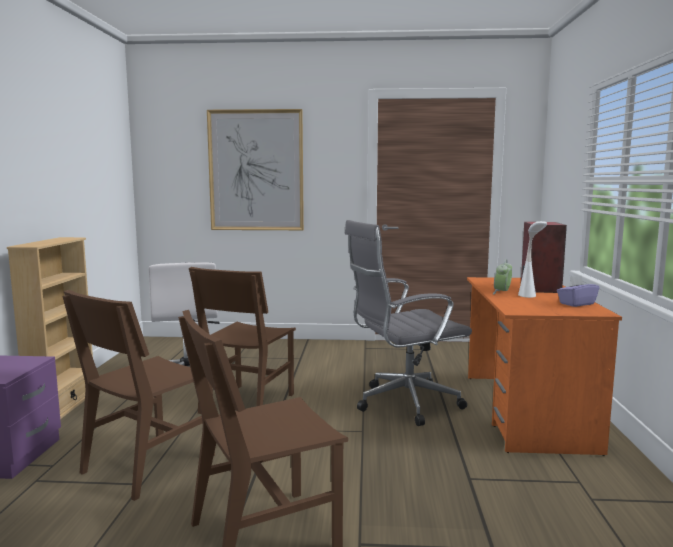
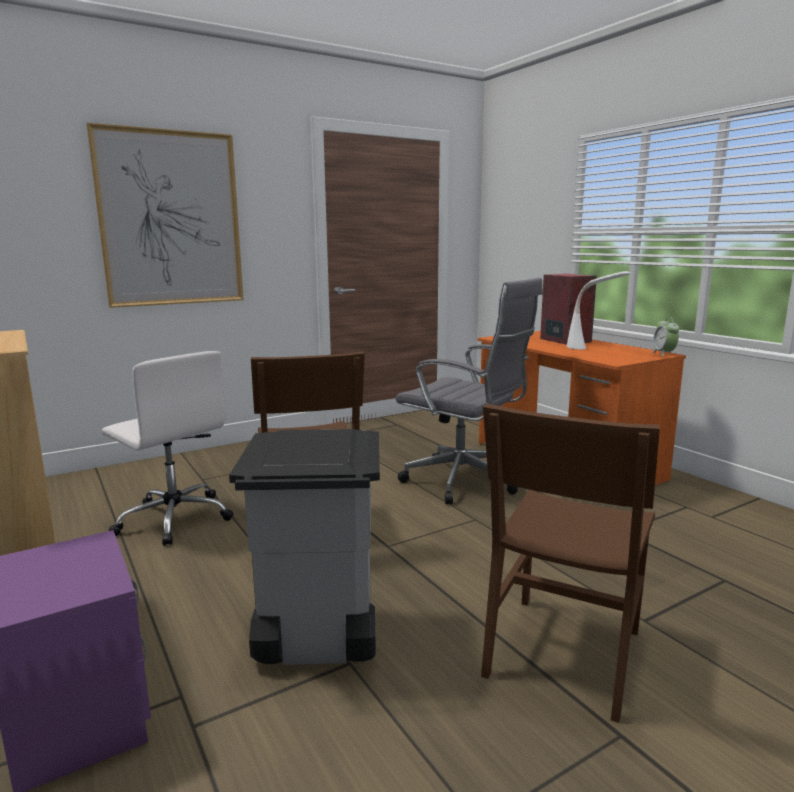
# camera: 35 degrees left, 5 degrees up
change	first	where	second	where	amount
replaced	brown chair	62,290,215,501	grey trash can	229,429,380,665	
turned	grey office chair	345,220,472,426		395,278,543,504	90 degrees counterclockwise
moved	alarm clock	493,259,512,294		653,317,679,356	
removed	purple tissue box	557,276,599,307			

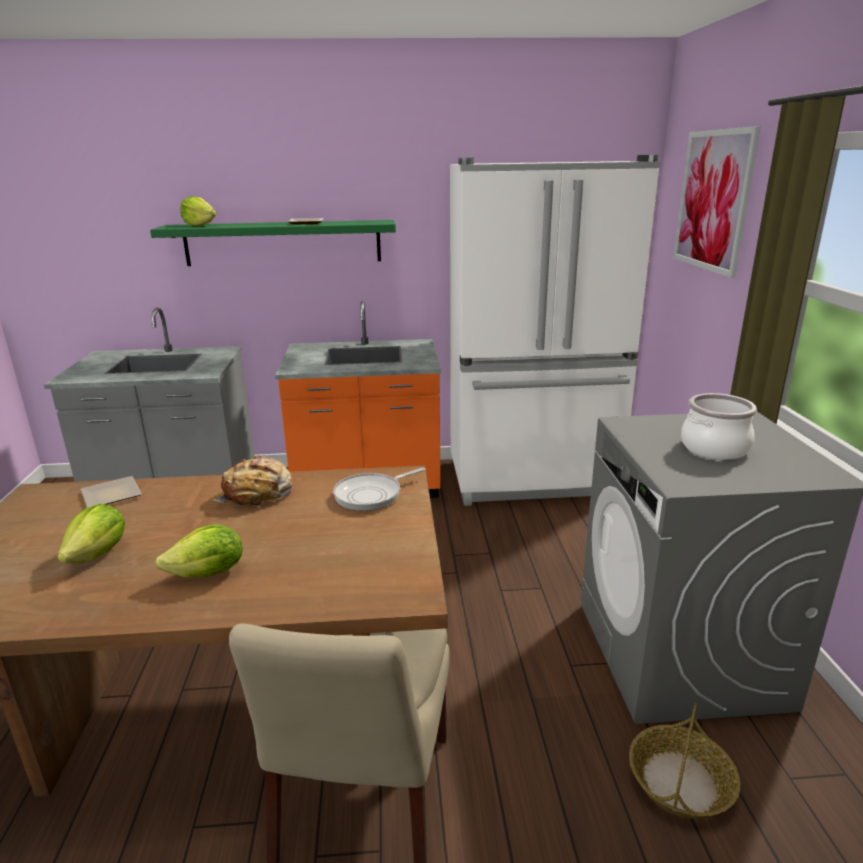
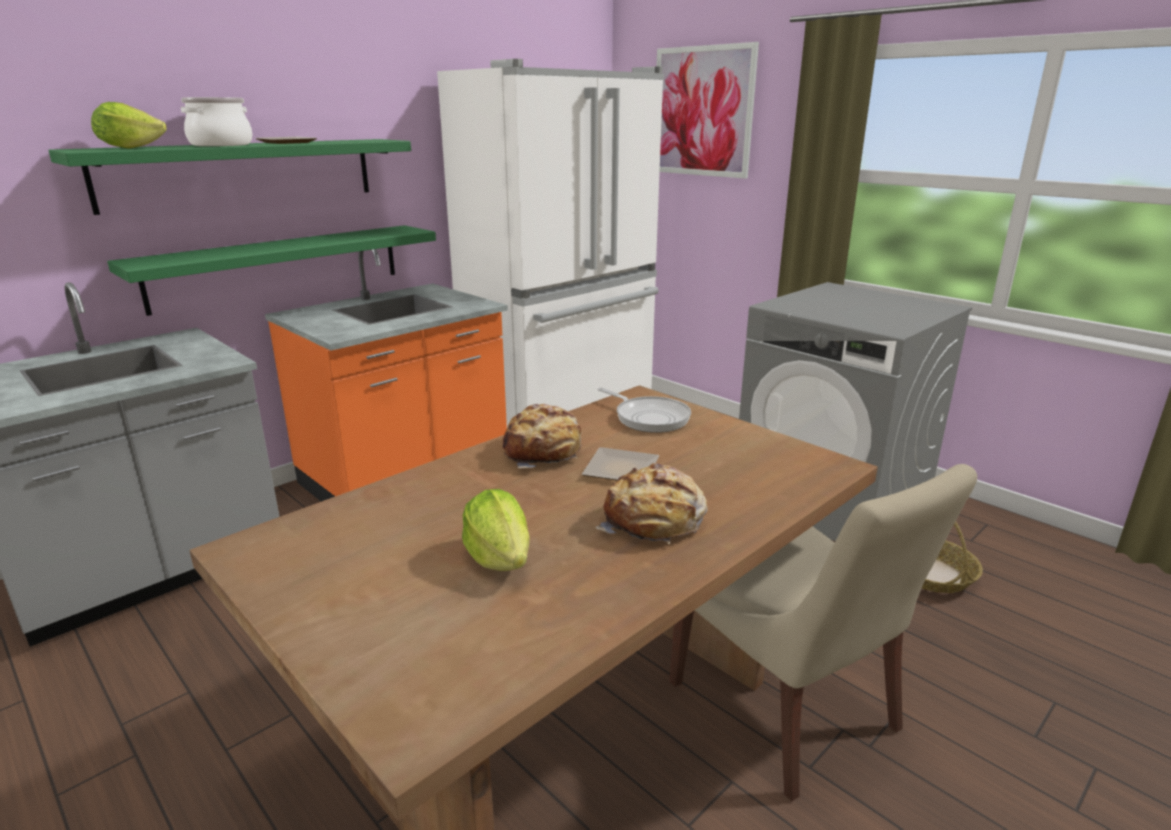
# camera: 40 degrees left, 0 degrees up
change	first	where	second	where	amount
moved	plate	81,476,142,508		582,447,659,481	
replaced	lettuce	155,524,242,577	bread	595,463,707,544	
turned	frying pan	333,467,426,511		598,388,691,433	60 degrees counterclockwise
moved	cooking pot	681,393,757,460		181,97,252,146	
added			green shelf	107,225,436,316	

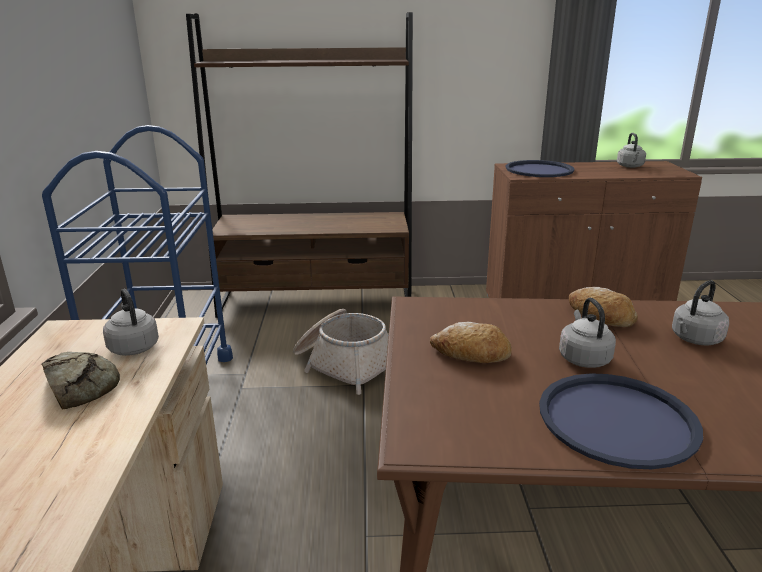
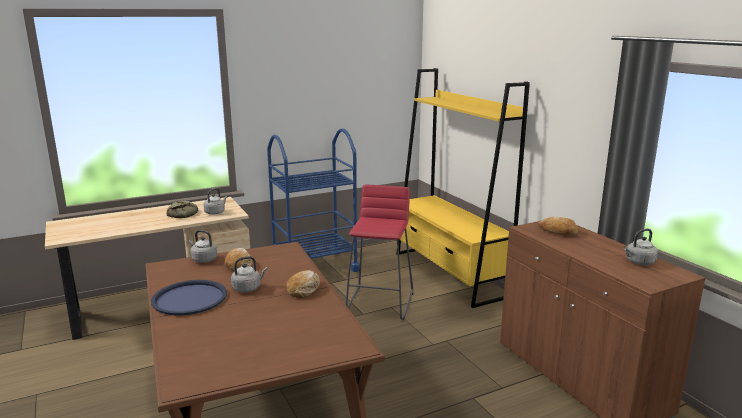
# camera: 65 degrees right, 5 degrees down
change	first	where	second	where	amount
recoloured	brown bookcase	186,12,413,318	yellow bookcase	396,68,530,308	
replaced	basket	293,309,389,395	red stool	346,185,413,320	
replaced	blue tray	505,160,575,177	bread	538,216,579,235	
moved	grey kettle	672,280,729,345		189,230,217,263	

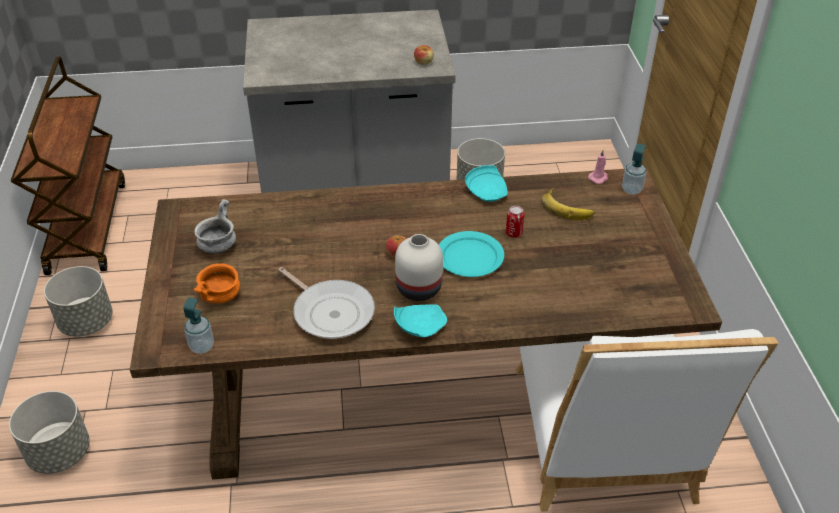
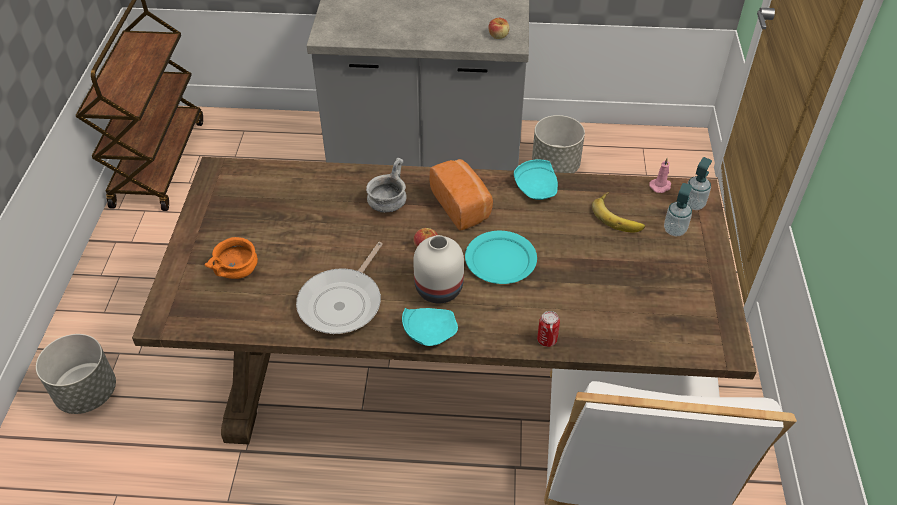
# camera: 10 degrees right, 5 degrees up
change	first	where	second	where	amount
removed	grey planter	44,266,113,337			
moved	soap dispenser	183,297,214,354		664,183,692,236	
moved	grey bowl	194,199,236,254		366,158,407,213	
turned	frying pan	278,267,375,339		296,242,383,334	60 degrees clockwise
moved	can	506,205,525,238		537,311,560,347	
added			bread	429,159,493,231	

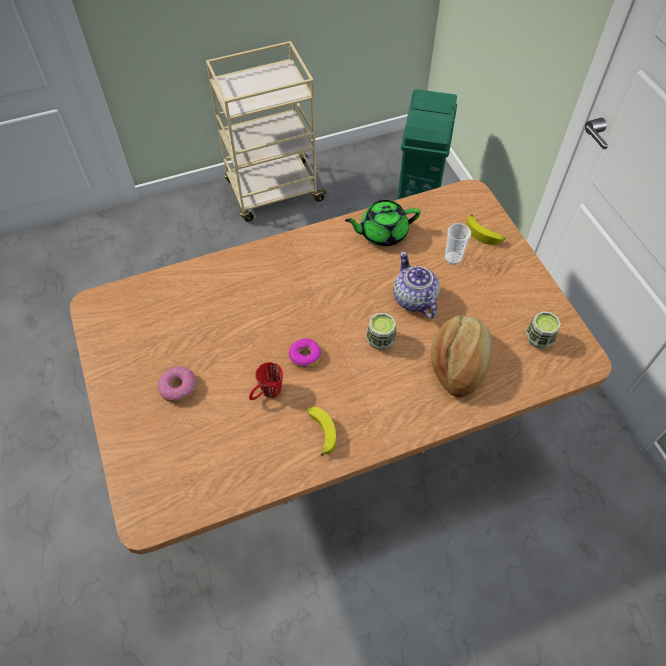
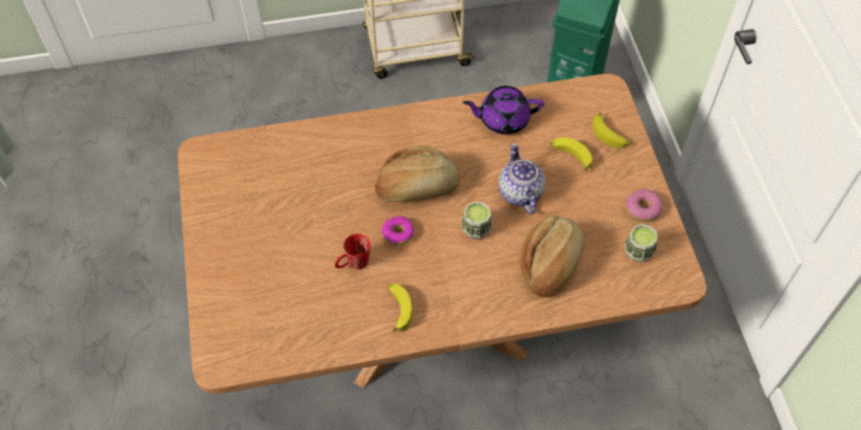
# camera: 10 degrees right, 0 degrees up
change	first	where	second	where	amount
moved	donut	158,366,196,402		626,189,663,222	
recoloured	green teapot	345,200,420,246	purple teapot	463,86,544,134	
replaced	cup	445,223,471,265	banana	550,137,592,171	
added			bread	375,146,460,202	

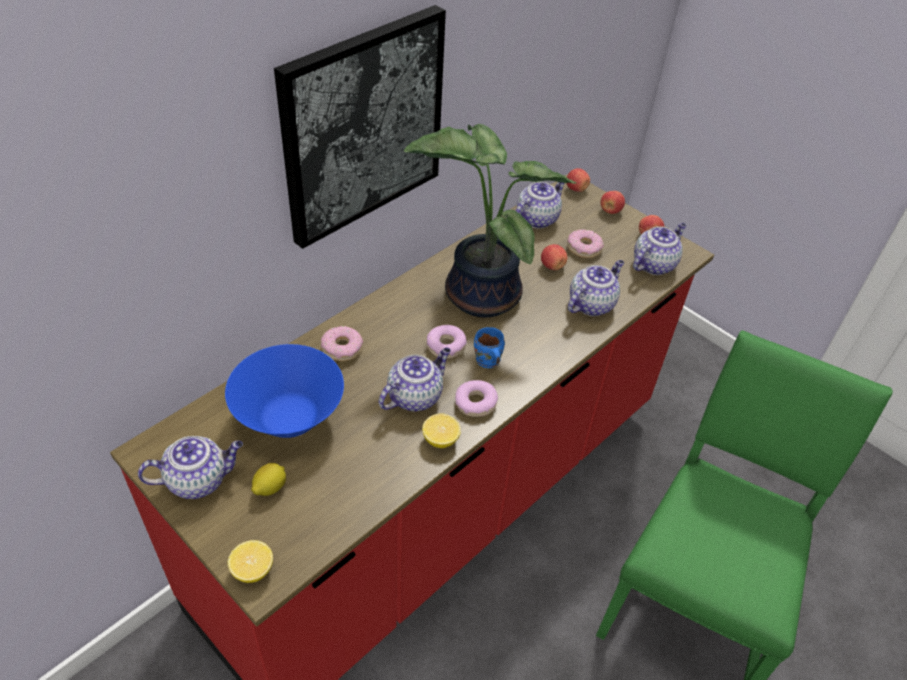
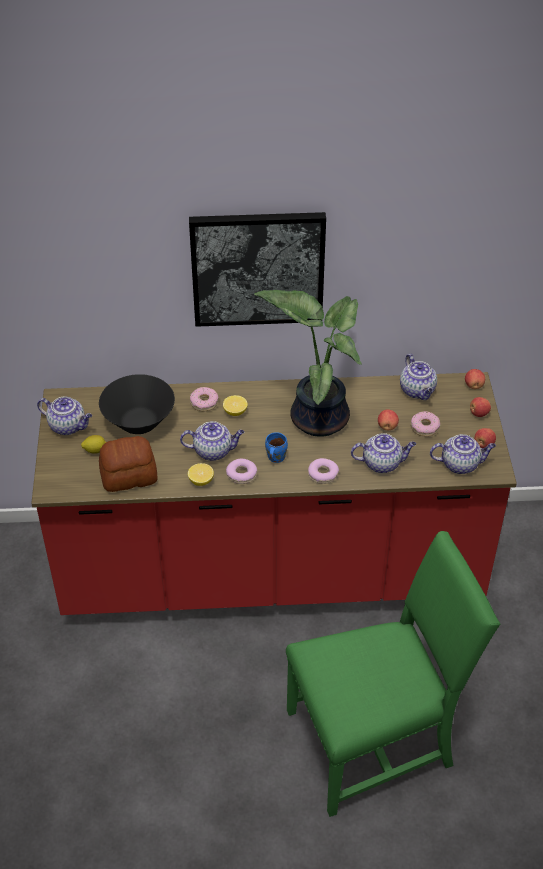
# camera: 45 degrees right, 0 degrees up
change	first	where	second	where	amount
recoloured	blue bowl	225,344,344,438	black bowl	99,374,175,434	
moved	lemon	228,540,273,583		223,395,248,416	
moved	donut	427,325,467,359		308,458,339,484	
turned	teapot	516,182,565,229		400,354,437,400	75 degrees clockwise
added			bread	99,436,158,492	

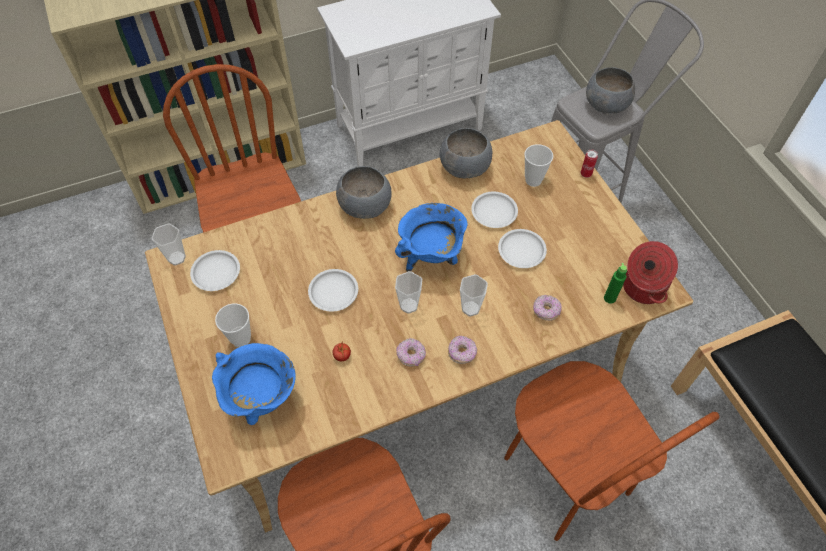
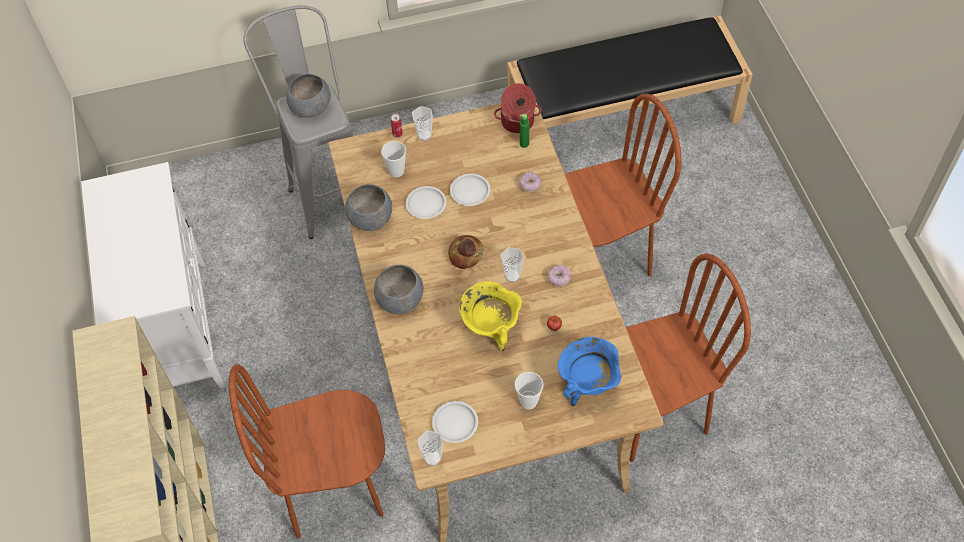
# camera: 80 degrees left, 0 degrees up
change	first	where	second	where	amount
replaced	white plate	308,269,358,312	yellow cooking pot	459,281,522,351	
replaced	blue cooking pot	395,203,468,272	bread	448,235,483,269	
removed	donut	448,336,477,364			
moved	cup	460,274,488,317		412,106,433,141	

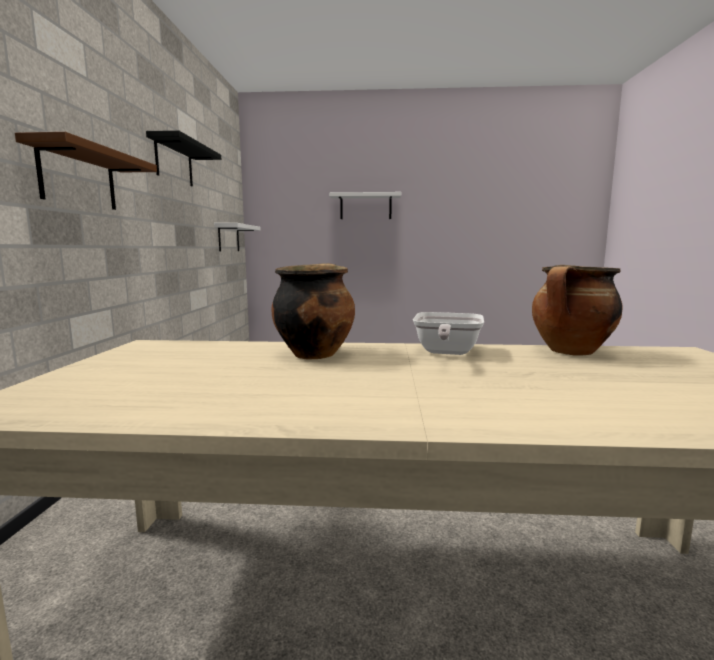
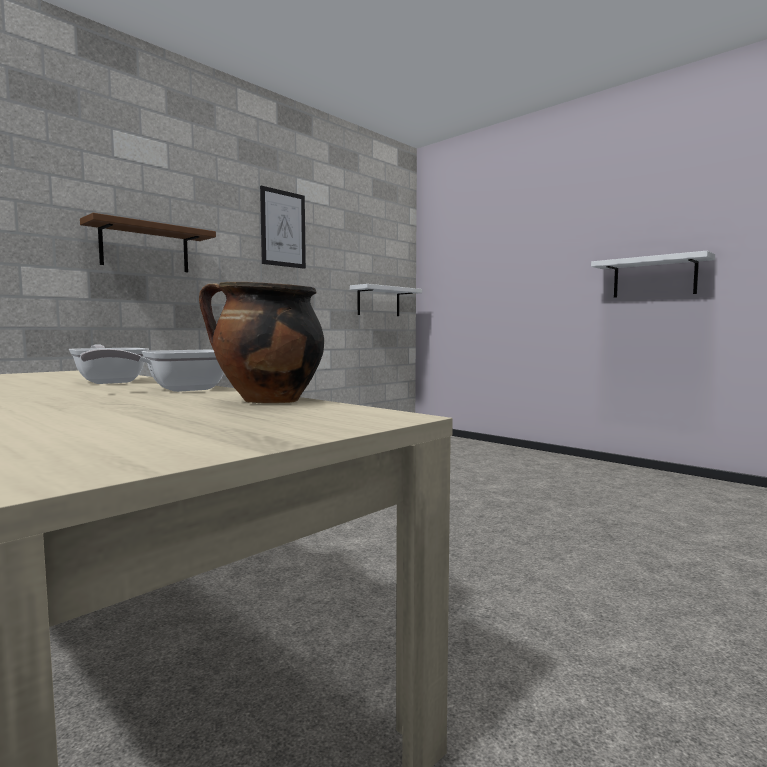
# camera: 40 degrees right, 5 degrees down
change	first	where	second	where	amount
replaced	black shelf	146,130,221,186	picture	260,186,306,269	
replaced	cooking pot	271,263,355,359	frying pan	69,344,149,384	
moved	white shelf	329,192,401,219		591,251,715,298	

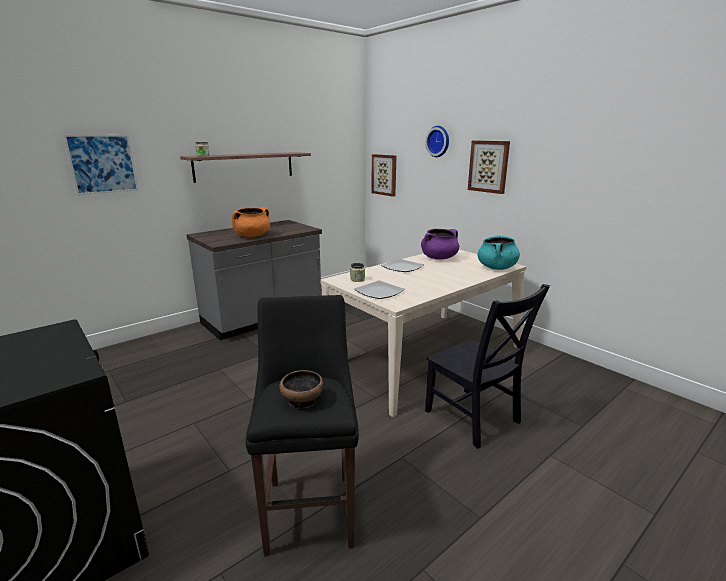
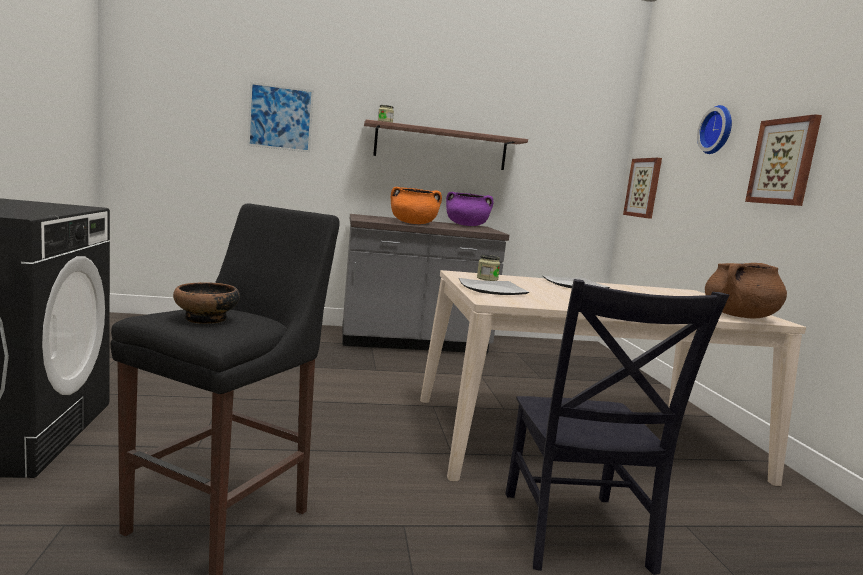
# camera: 30 degrees right, 10 degrees down
change	first	where	second	where	amount
moved	purple cooking pot	421,229,459,260		446,192,494,226	
recoloured	turquoise cooking pot	478,235,520,270	brown cooking pot	705,263,787,319	

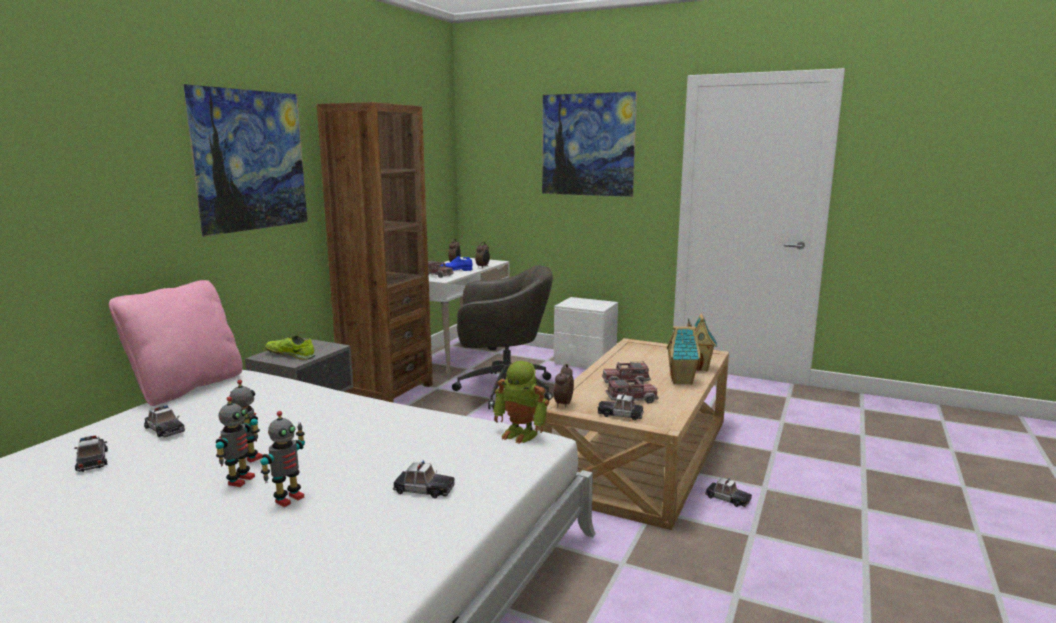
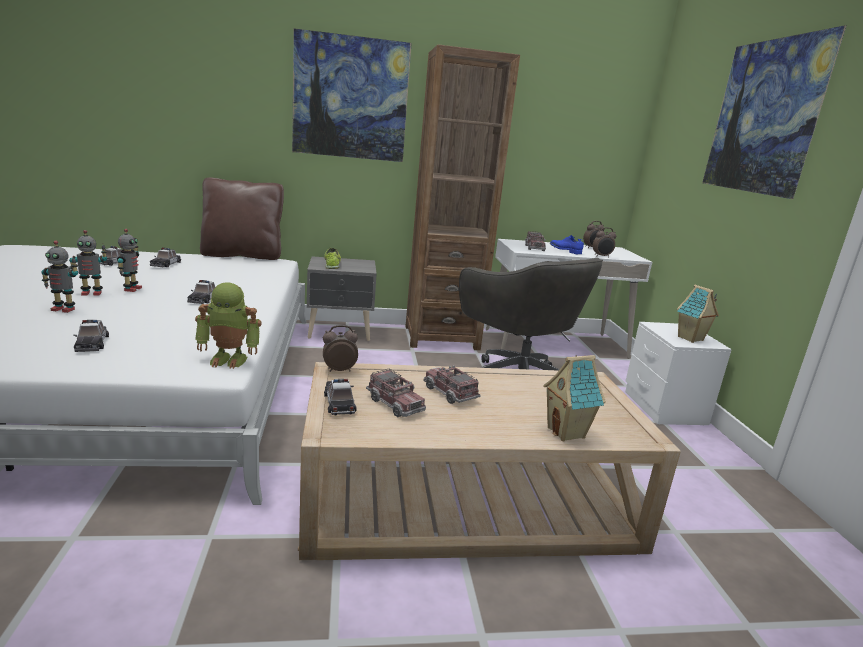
# camera: 55 degrees right, 5 degrees up
change	first	where	second	where	amount
recoloured	pink pillow	109,280,243,406	brown pillow	200,177,284,260	
turned	toy robot	493,361,549,444		195,282,262,369	90 degrees counterclockwise
moved	toy house	667,326,701,385		677,285,719,343	
moved	toy car	705,478,752,507		187,280,215,304	

